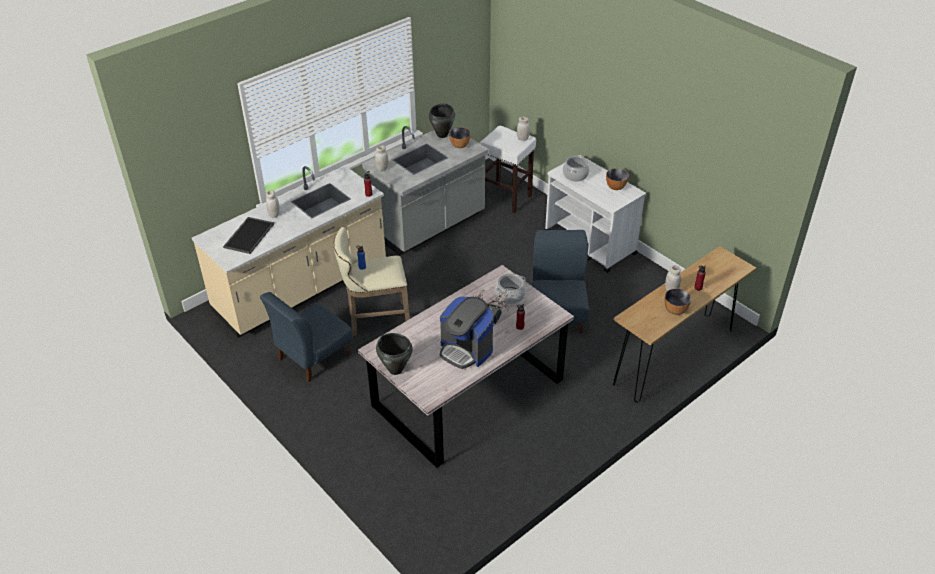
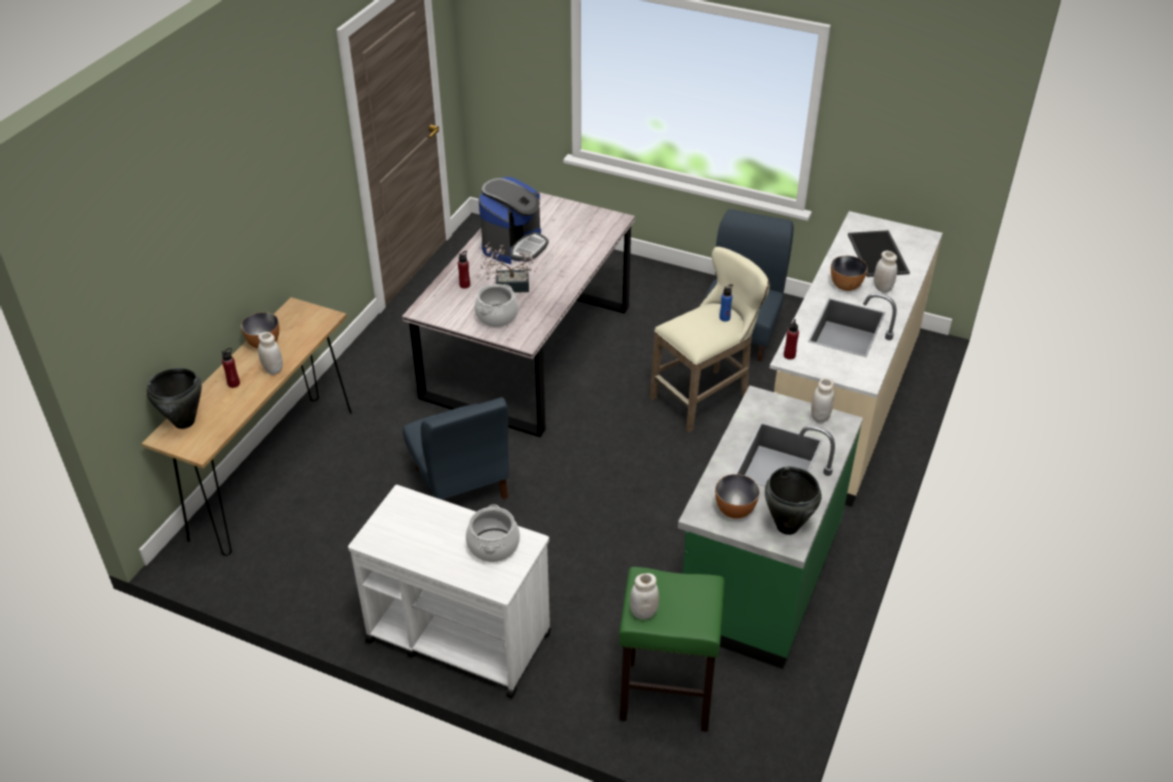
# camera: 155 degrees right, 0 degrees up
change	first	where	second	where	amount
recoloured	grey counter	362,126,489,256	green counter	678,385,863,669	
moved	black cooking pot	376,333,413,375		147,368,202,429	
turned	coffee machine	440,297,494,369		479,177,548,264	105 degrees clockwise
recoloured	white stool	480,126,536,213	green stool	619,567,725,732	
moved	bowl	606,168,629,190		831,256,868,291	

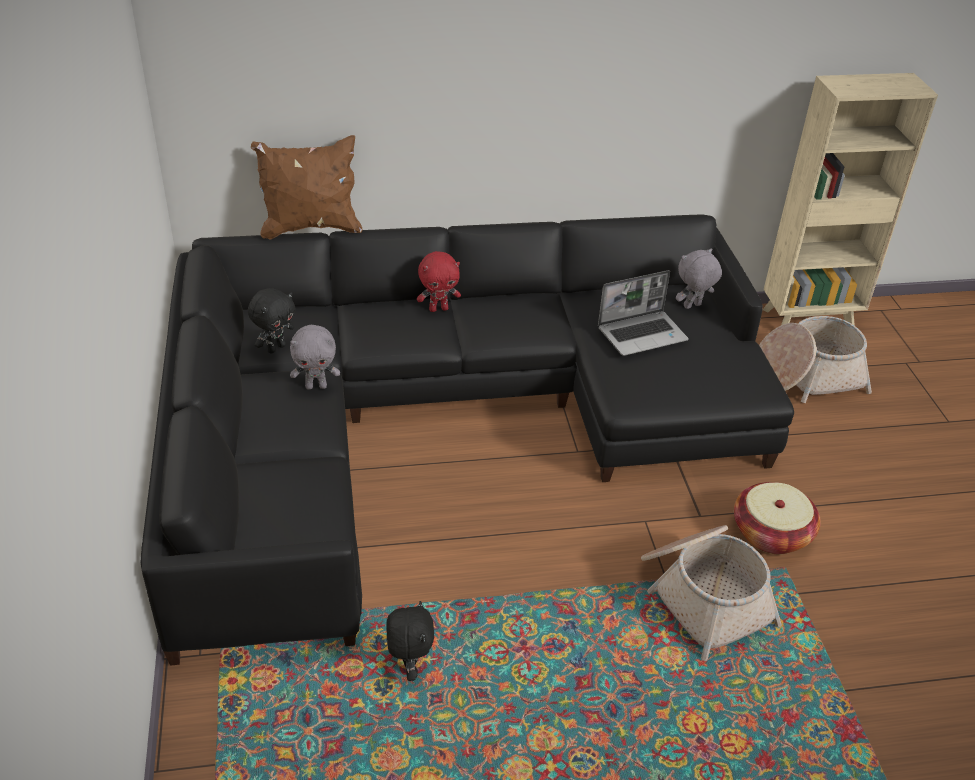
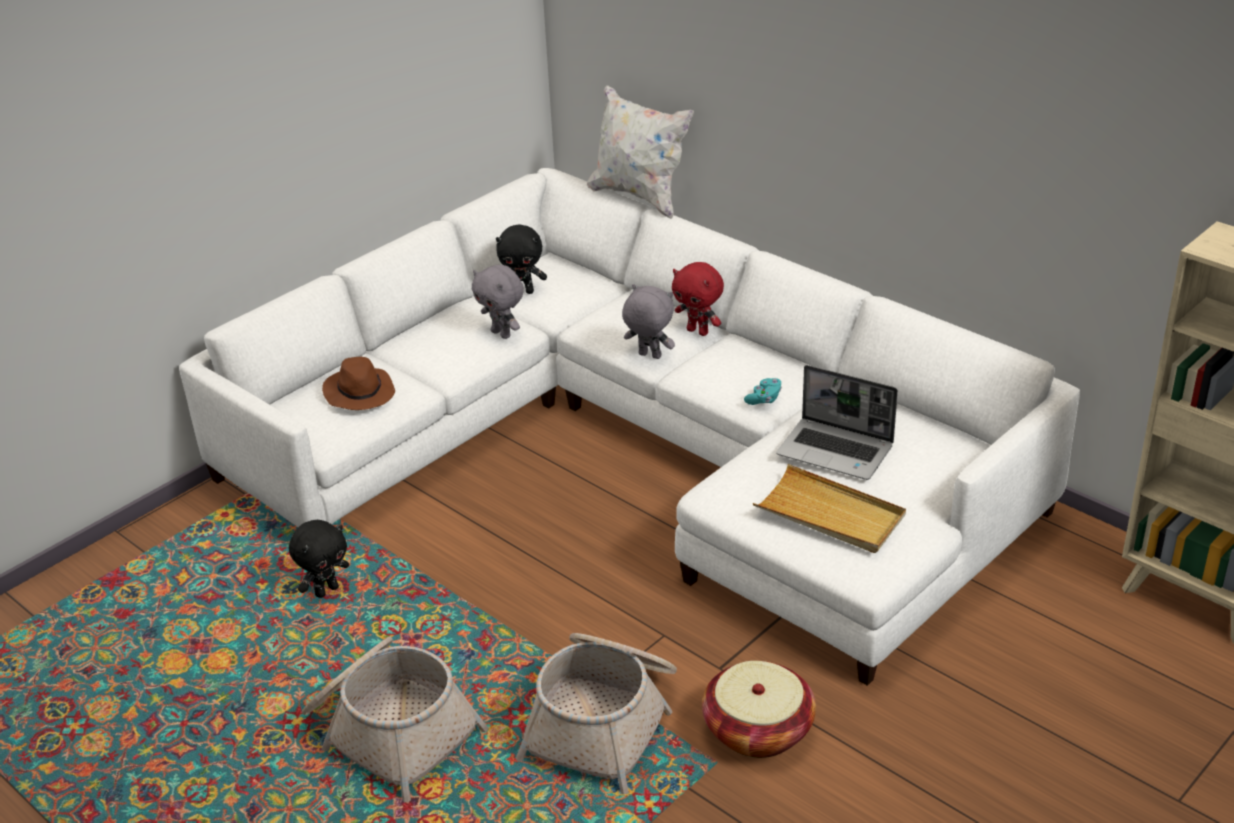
# camera: 55 degrees right, 5 degrees down
change	first	where	second	where	amount
recoloured	black sofa	141,214,794,666	white sofa	179,168,1080,686	
recoloured	brown pillow	251,135,362,240	white pillow	587,85,694,219	
moved	grey plush toy	676,248,722,309		622,284,675,359	
moved	basket	759,316,872,403		302,637,488,802	
added			brown hat	322,357,395,410	
added			turquoise game controller	744,378,782,405	
added			beige tray	753,464,906,553	

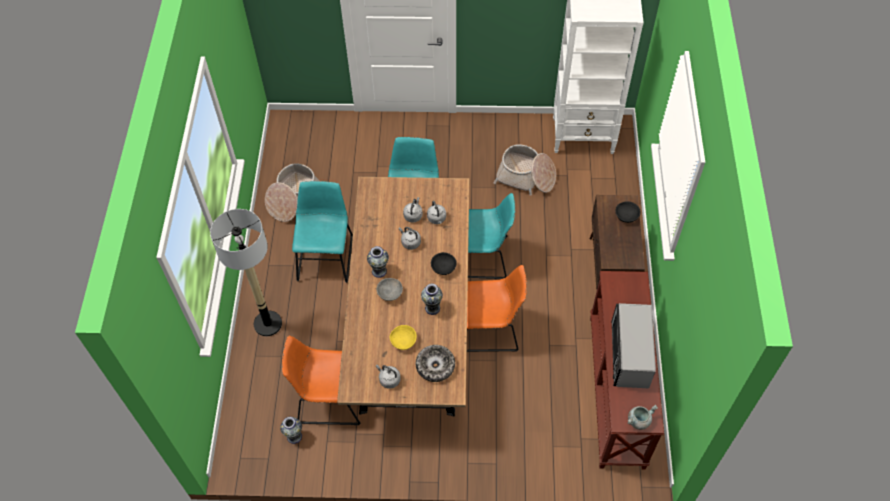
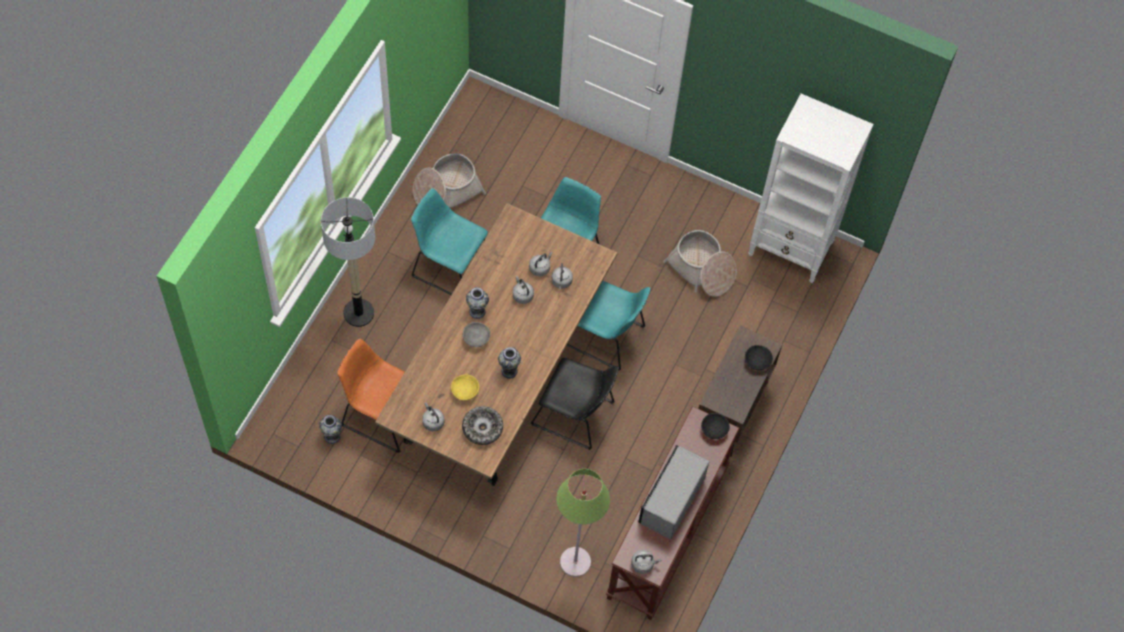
# camera: 20 degrees right, 5 degrees up
change	first	where	second	where	amount
turned	turquoise chair	292,181,353,283		411,188,488,295	90 degrees counterclockwise
moved	black bowl	431,252,457,275		701,413,730,439	
recoloured	orange chair	467,265,527,352	black chair	531,358,619,450	
replaced	grey cooking pot	628,405,658,430	grey kettle	631,550,662,574	
added			green floor lamp	556,469,610,577	

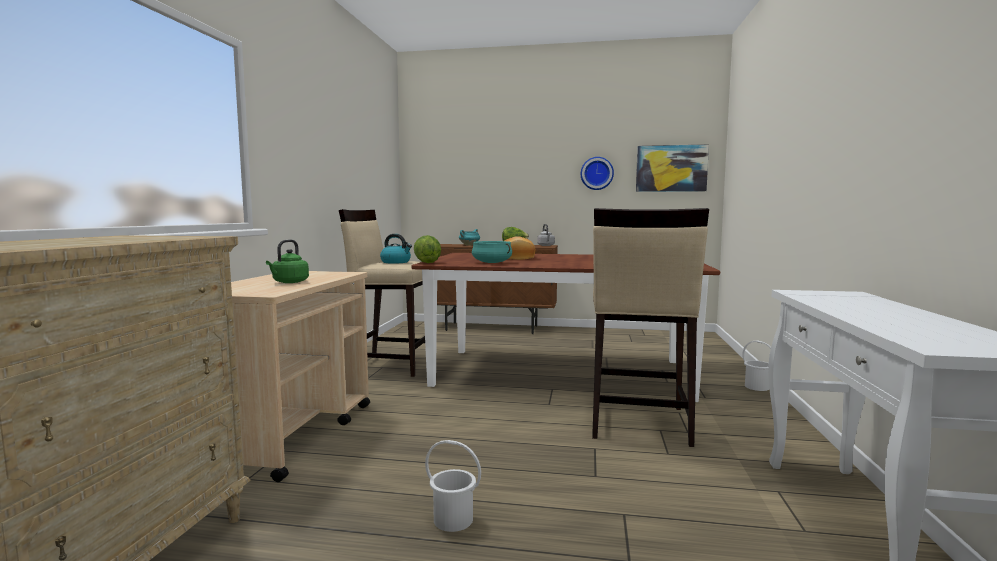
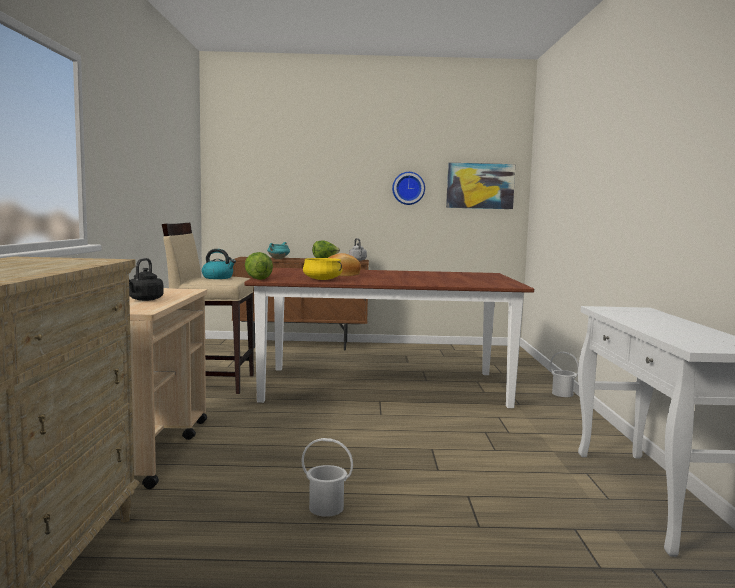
# camera: 10 degrees left, 0 degrees up
change	first	where	second	where	amount
recoloured	green kettle	266,239,309,283	black kettle	129,258,164,301	
recoloured	turquoise cooking pot	472,241,512,263	yellow cooking pot	303,258,342,280	
removed	beige stool	592,208,709,447			

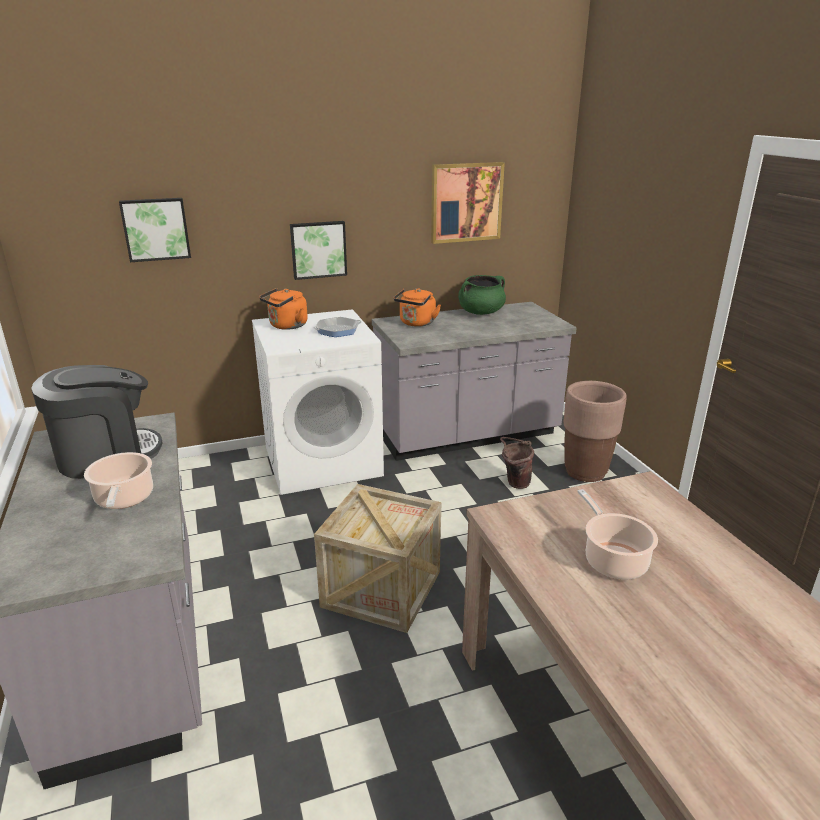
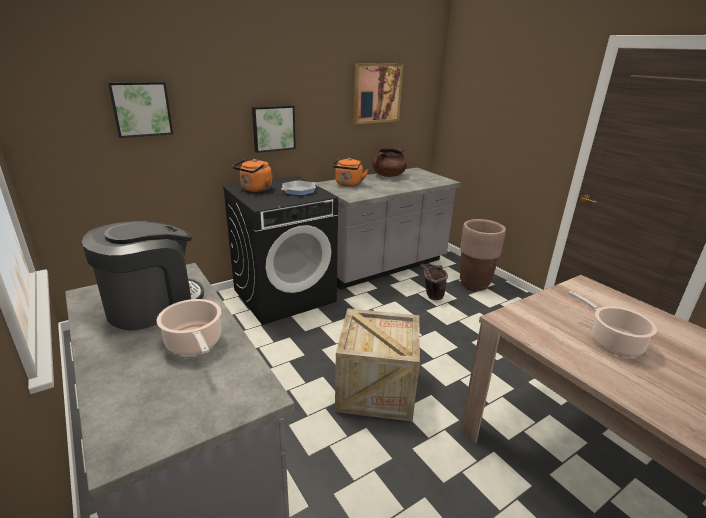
# camera: 15 degrees left, 0 degrees up
change	first	where	second	where	amount
recoloured	white washing machine	252,309,384,495	black washing machine	223,176,338,325	
recoloured	green cooking pot	458,275,506,315	brown cooking pot	372,148,407,177	

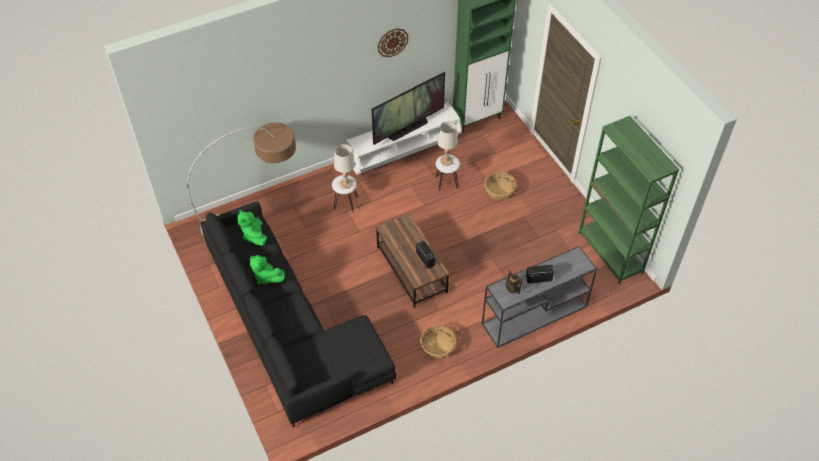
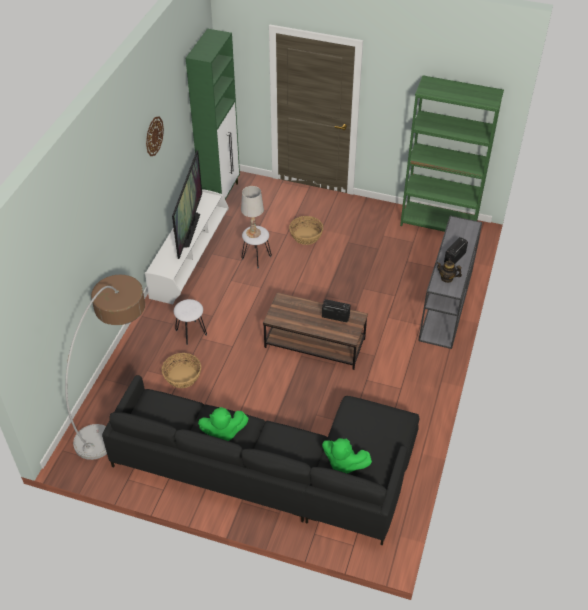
# camera: 45 degrees left, 5 degrees down
change	first	where	second	where	amount
moved	green plush toy	237,209,267,246		322,438,372,473	
removed	white table lamp	334,144,355,189			
moved	basket	420,325,456,358		161,353,201,388	

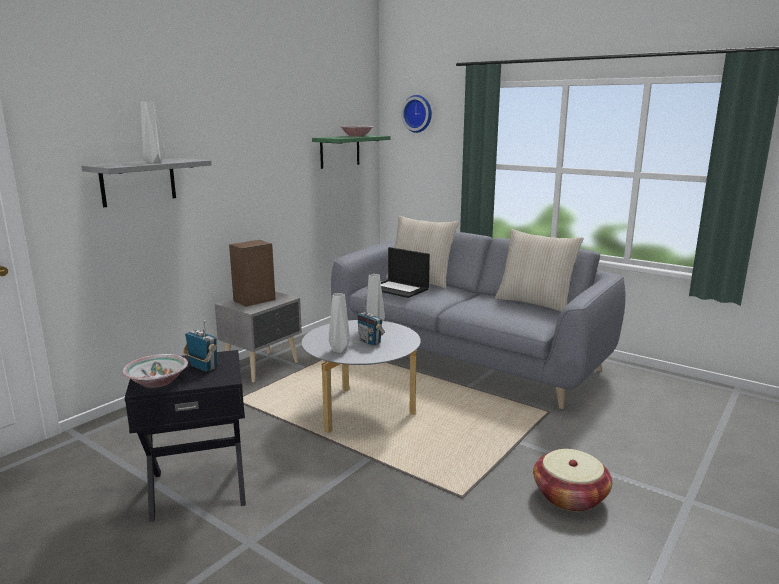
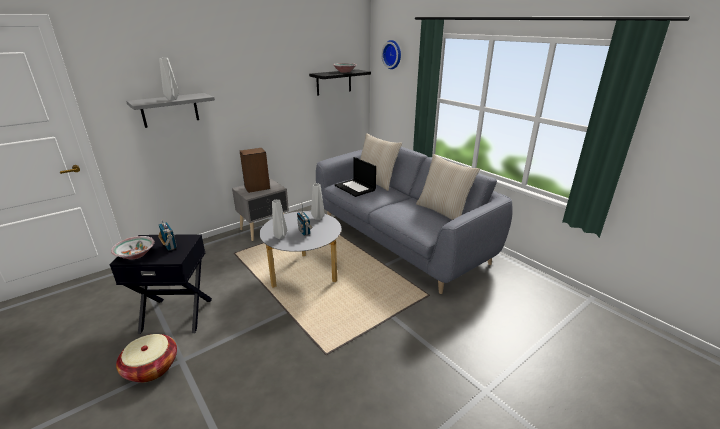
# camera: 15 degrees right, 10 degrees up
change	first	where	second	where	amount
recoloured	green shelf	312,135,391,169	black shelf	309,69,371,96	
moved	basket	533,449,612,512		116,334,177,383	

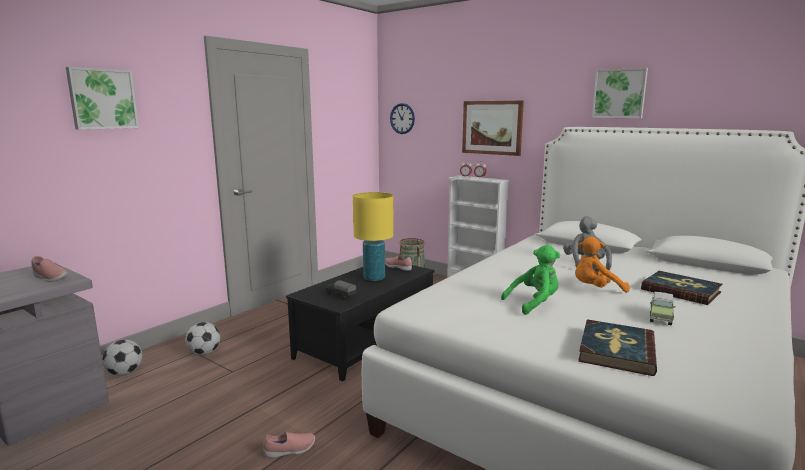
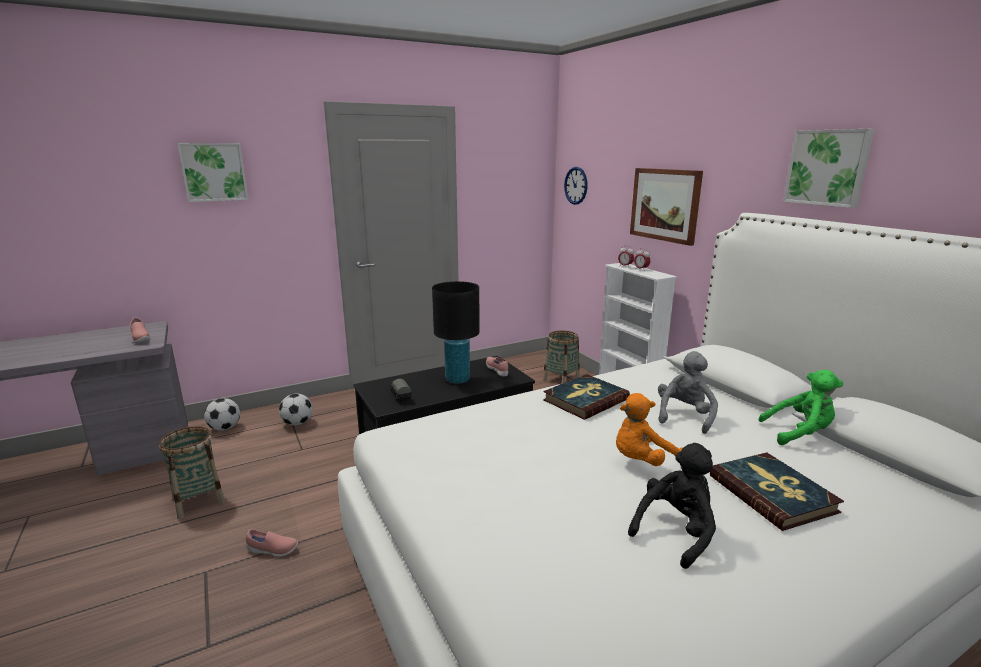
# camera: 25 degrees right, 5 degrees up
change	first	where	second	where	amount
recoloured	yellow table lamp	353,192,394,281	black table lamp	432,281,479,384	
moved	green plush toy	501,245,561,315		758,370,843,445	
turned	orange plush toy	575,236,630,293		616,393,683,466	45 degrees counterclockwise
moved	book	578,319,657,376		543,374,630,420	
replaced	toy car	650,292,676,325	black plush toy	628,443,716,569	
added			basket	159,426,225,519	

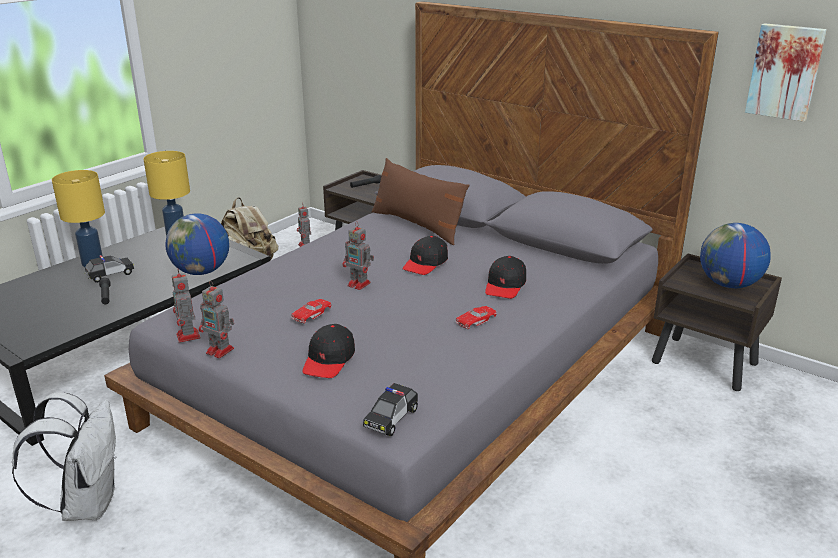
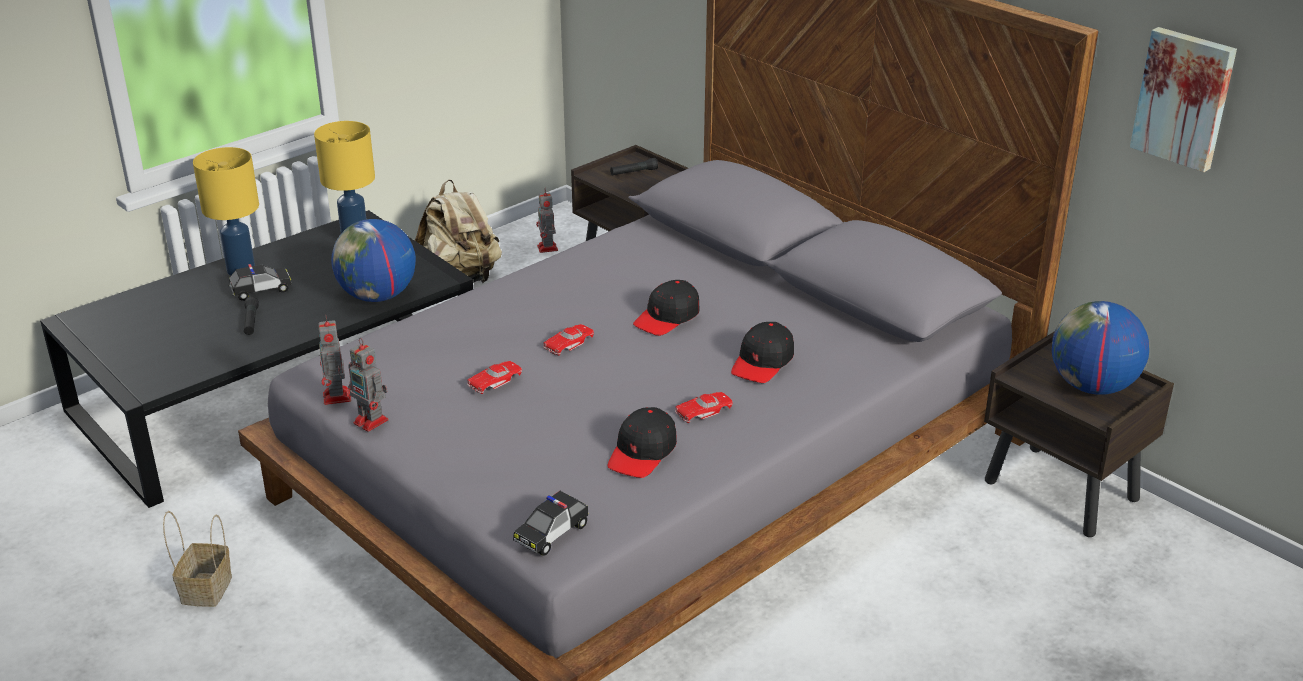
# camera: 10 degrees right, 5 degrees up
change	first	where	second	where	amount
replaced	white backpack	12,392,116,521	basket	163,511,232,607	
moved	black cap	302,324,355,378		607,407,677,478	
replaced	toy robot	343,221,374,290	red toy car	543,324,594,356	
removed	brown pillow	371,158,469,245			

